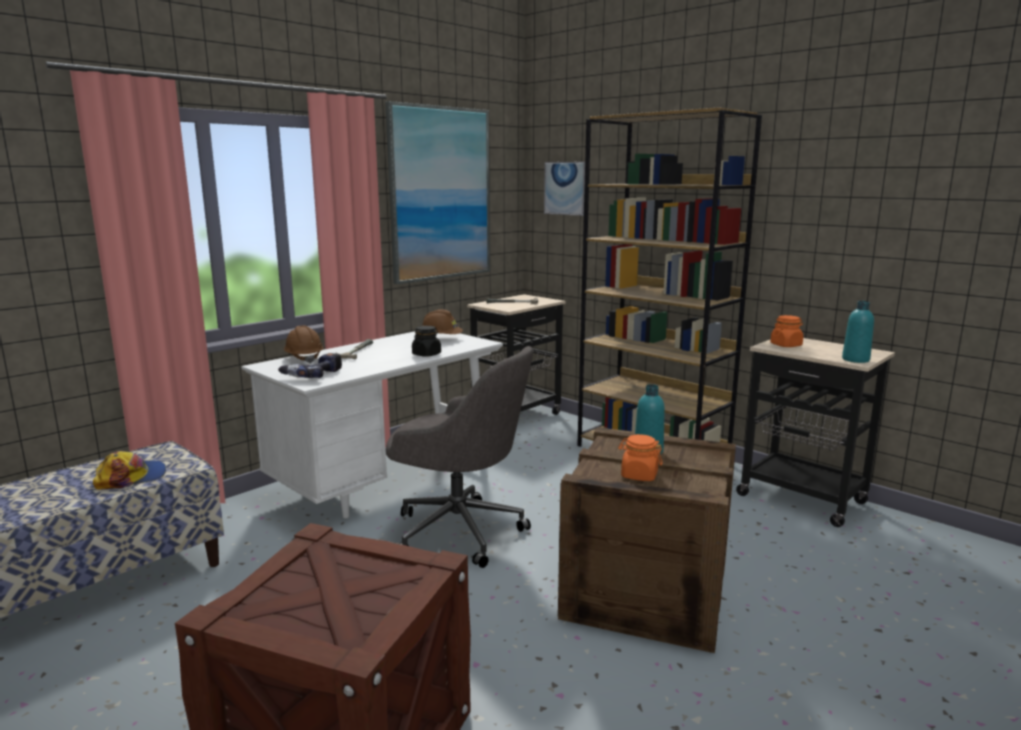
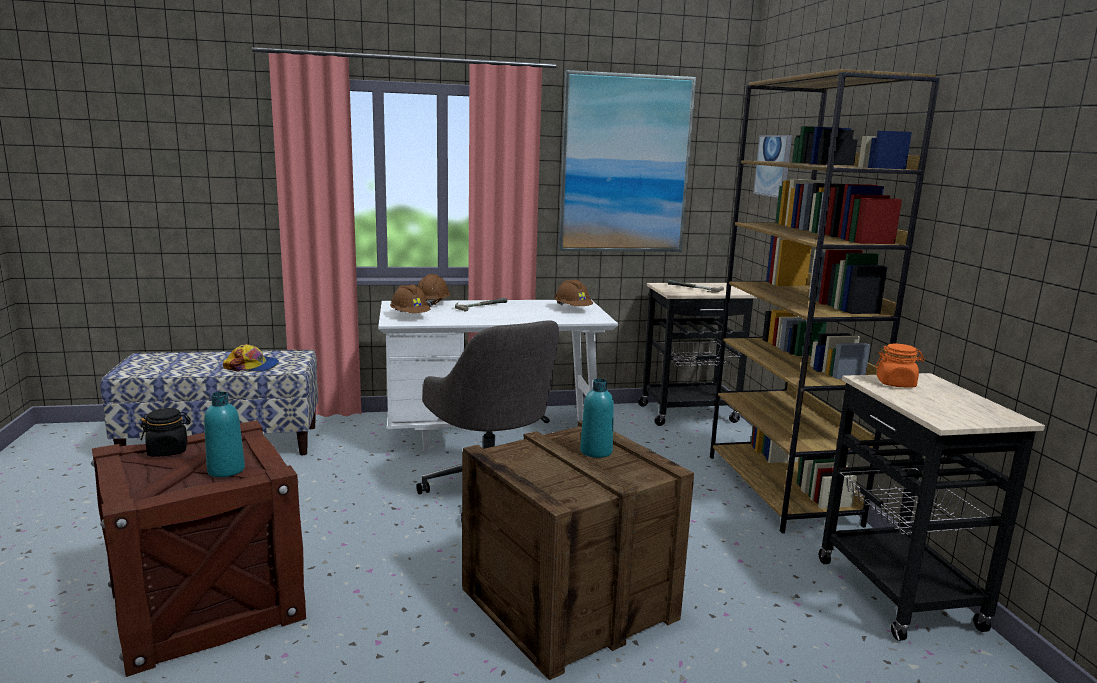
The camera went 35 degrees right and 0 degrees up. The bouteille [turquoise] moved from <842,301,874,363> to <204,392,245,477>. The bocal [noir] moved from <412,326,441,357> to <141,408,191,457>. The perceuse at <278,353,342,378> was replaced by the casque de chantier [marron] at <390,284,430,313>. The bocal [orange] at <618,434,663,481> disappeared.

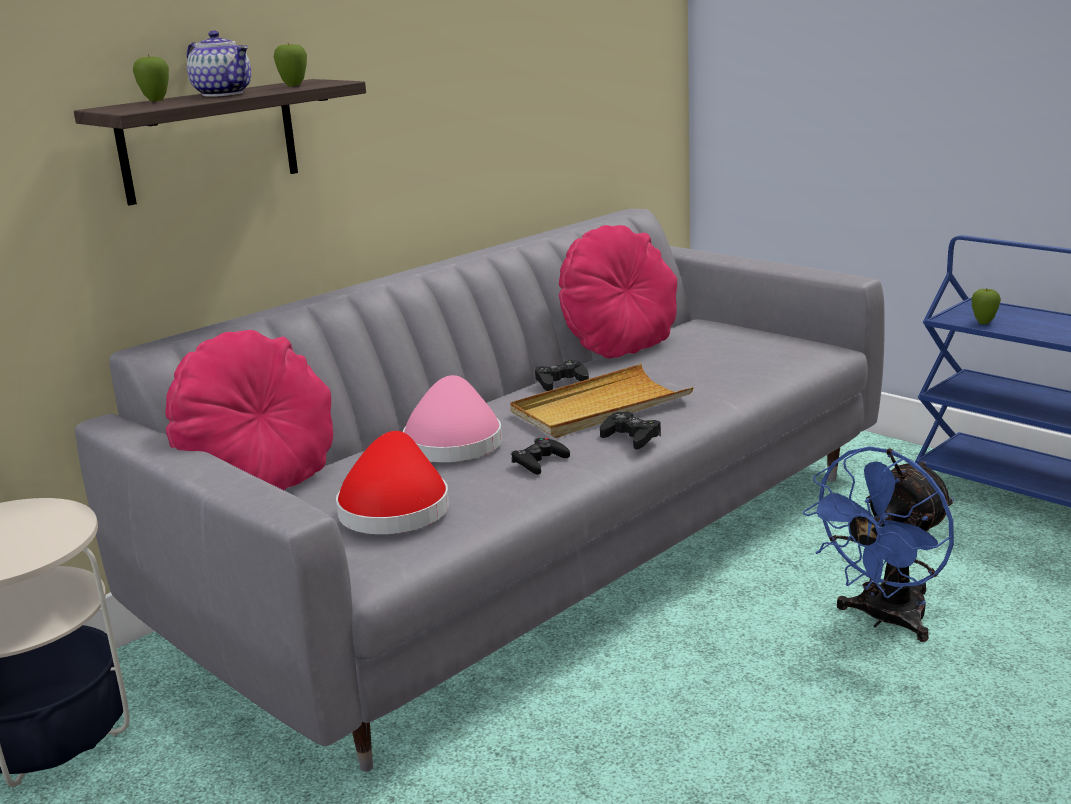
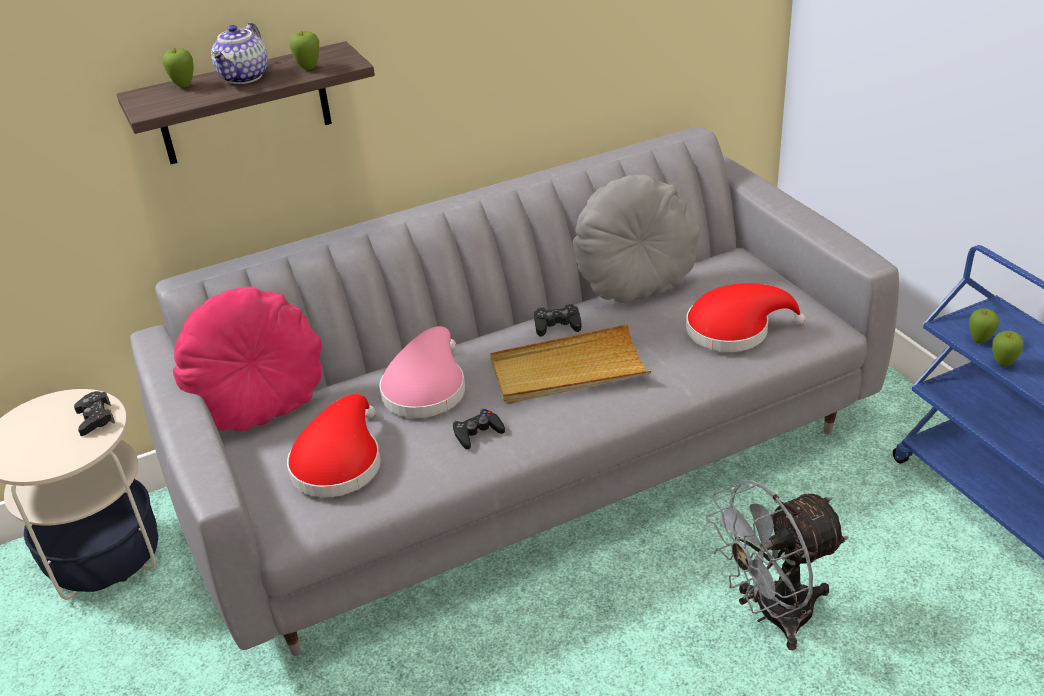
The camera went 20 degrees right and 15 degrees up. The théière at <187,31,251,97> turned 45 degrees clockwise. The coussin [rose] at <559,225,677,358> became the coussin [gris] at <573,175,700,303>. The manette [noir] moved from <600,412,661,450> to <74,391,115,436>. The ventilateur [bleu] at <803,446,954,642> became the ventilateur [gris] at <706,479,848,650>. The chapeau [rouge] at <686,283,805,352> appeared. The pomme at <992,331,1024,367> appeared.

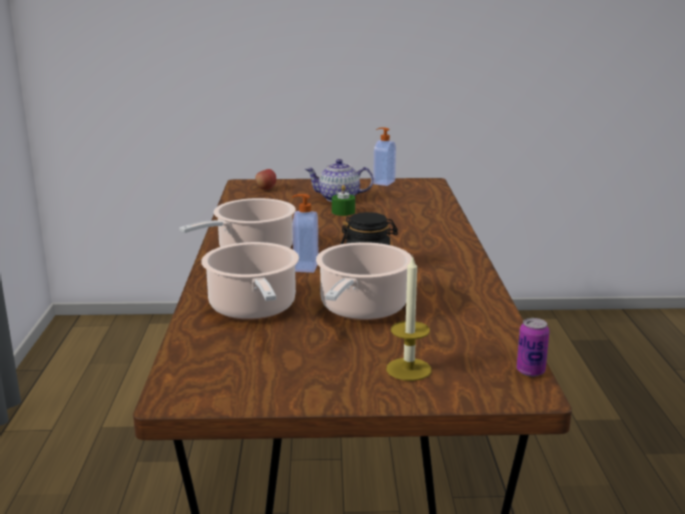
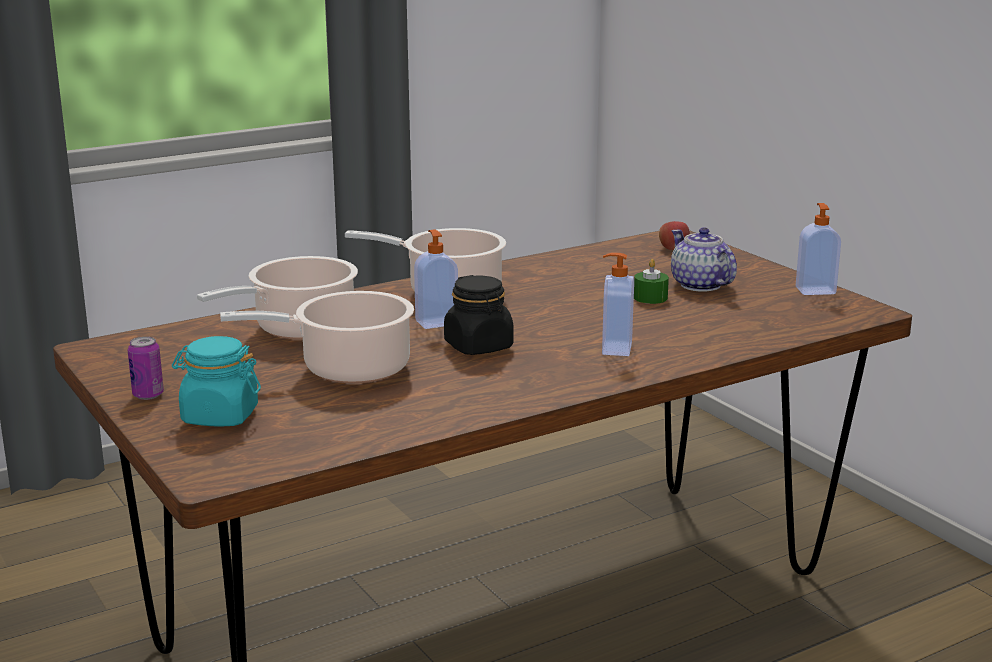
The camera went 60 degrees right and 0 degrees up. The bougie at <386,255,431,381> was replaced by the bocal [turquoise] at <172,336,261,427>. The boîte métallique moved from <516,318,549,377> to <128,337,164,400>. The distributeur de savon at <602,253,634,356> appeared.

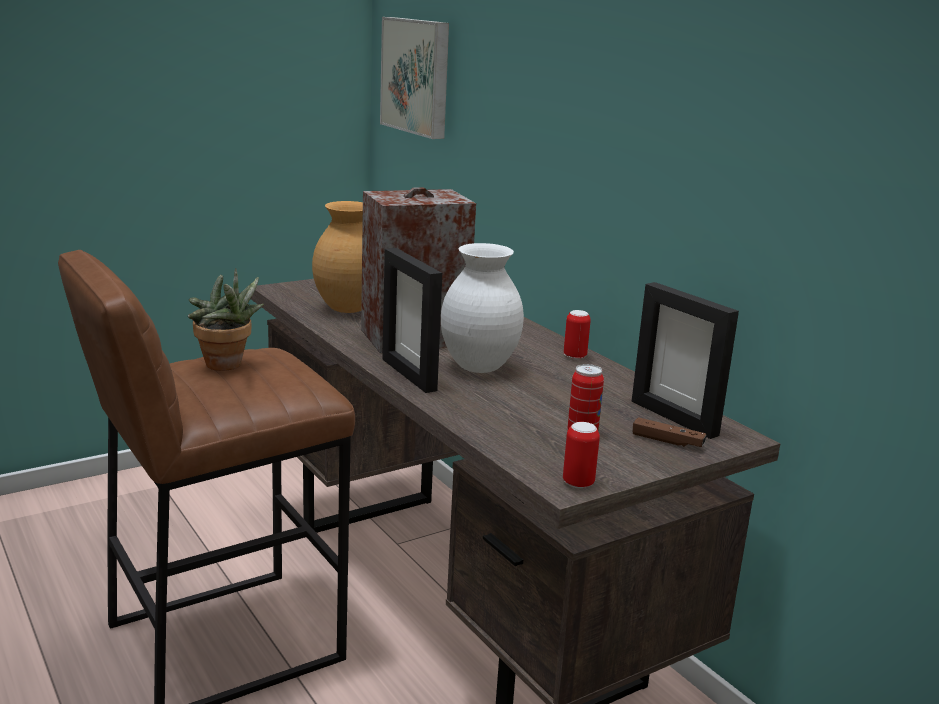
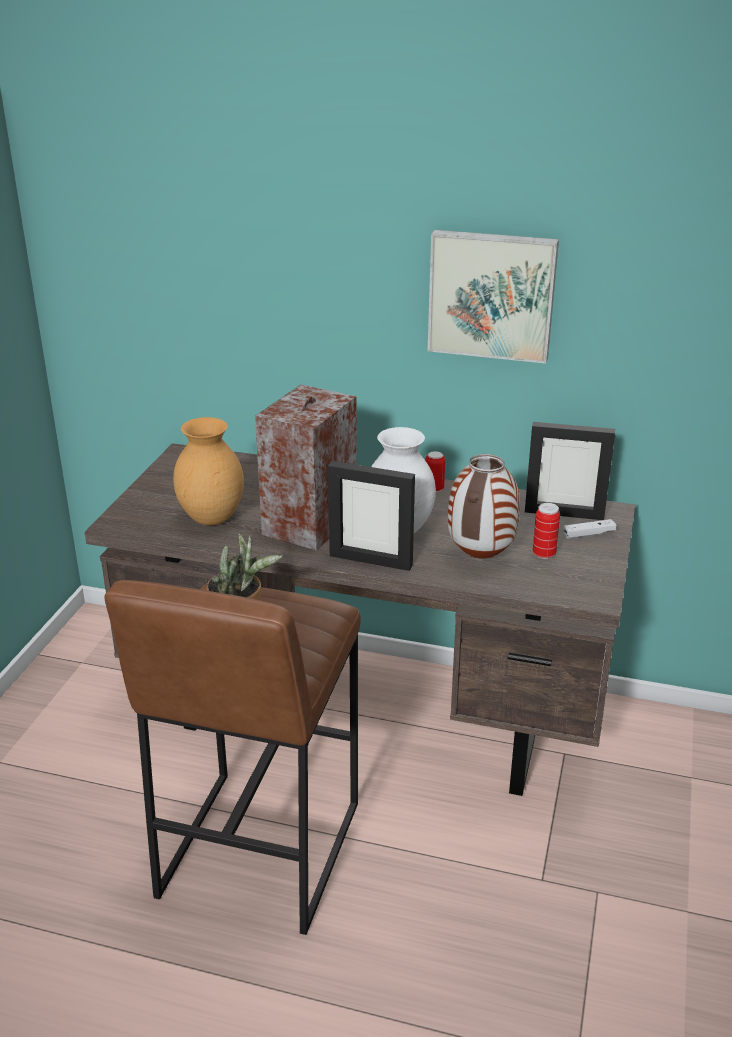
The camera went 40 degrees left and 10 degrees up. The tableau moved from <380,17,449,139> to <428,230,559,364>. The manette [marron] at <633,417,706,447> became the manette [blanc] at <563,519,616,539>. The boîte métallique at <563,422,600,488> disappeared. The vase at <448,454,520,559> appeared.

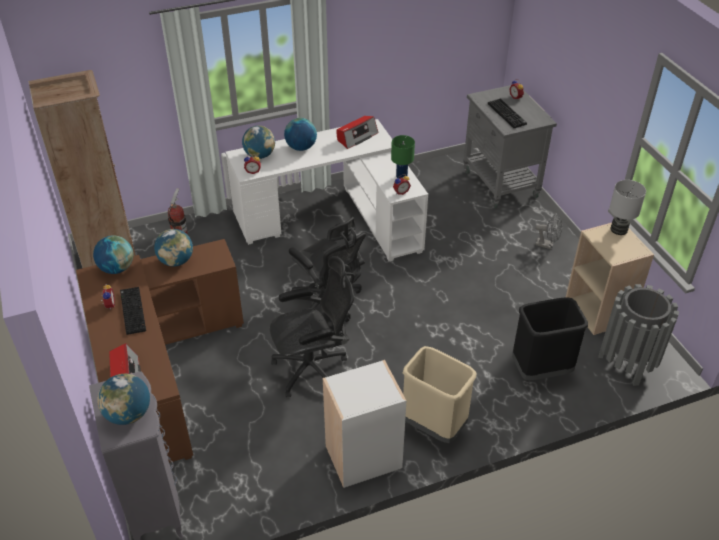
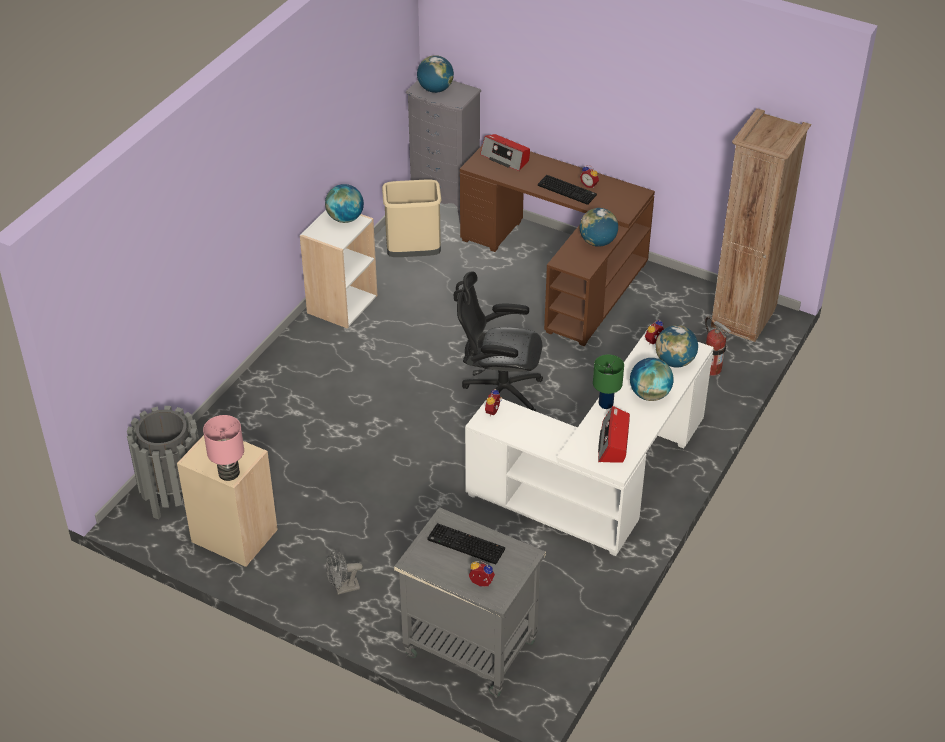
The camera went 140 degrees right and 0 degrees up. The lampe de table [vert] moved from <391,135,415,178> to <593,355,624,409>. The lampe de table [gris] at <609,180,646,235> became the lampe de table [rose] at <203,415,244,481>. The globe moved from <93,235,133,274> to <325,184,364,223>. The chaise de bureau at <270,256,354,397> disappeared. The poubelle [noir] at <512,297,588,380> disappeared. The poubelle [beige] moved from <403,346,477,443> to <382,180,442,257>.

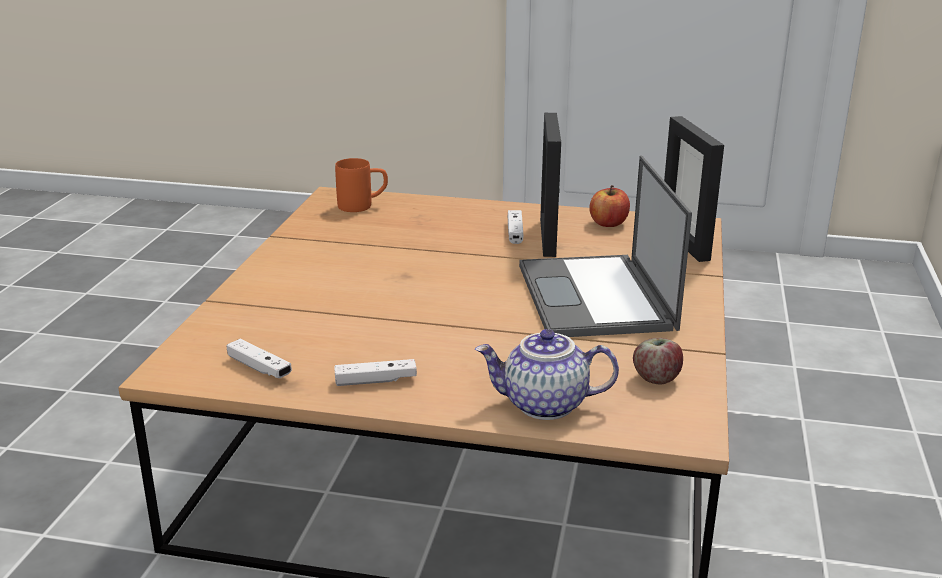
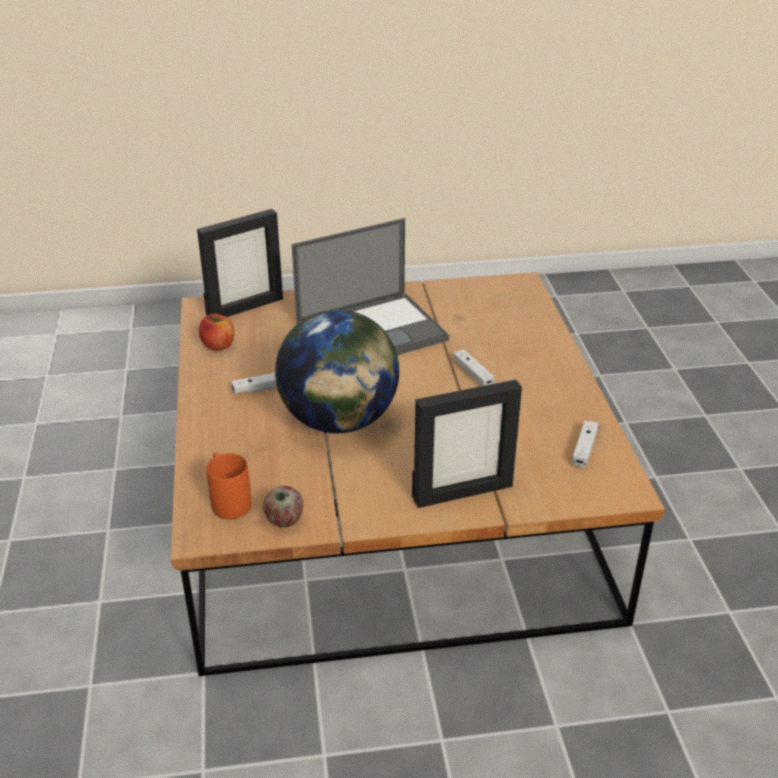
The camera went 110 degrees left and 10 degrees up. The cadre photo moved from <540,113,561,257> to <412,380,522,508>. The théière at <475,329,619,420> disappeared. The pomme moved from <633,338,683,385> to <263,486,303,527>. The manette [blanc] moved from <334,359,417,386> to <453,349,495,386>. The globe at <275,309,399,433> appeared.

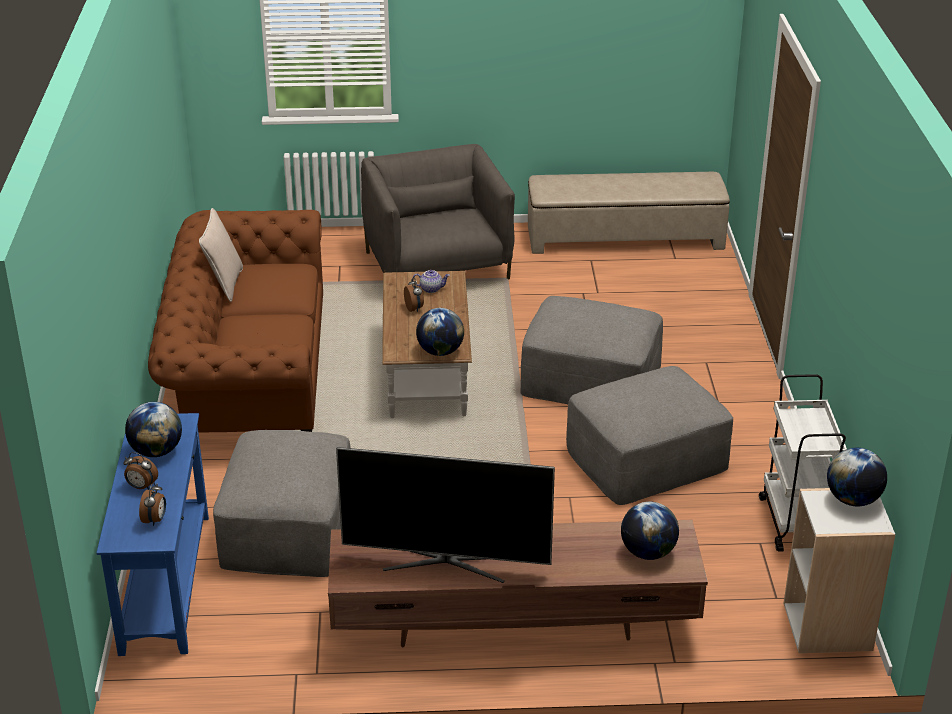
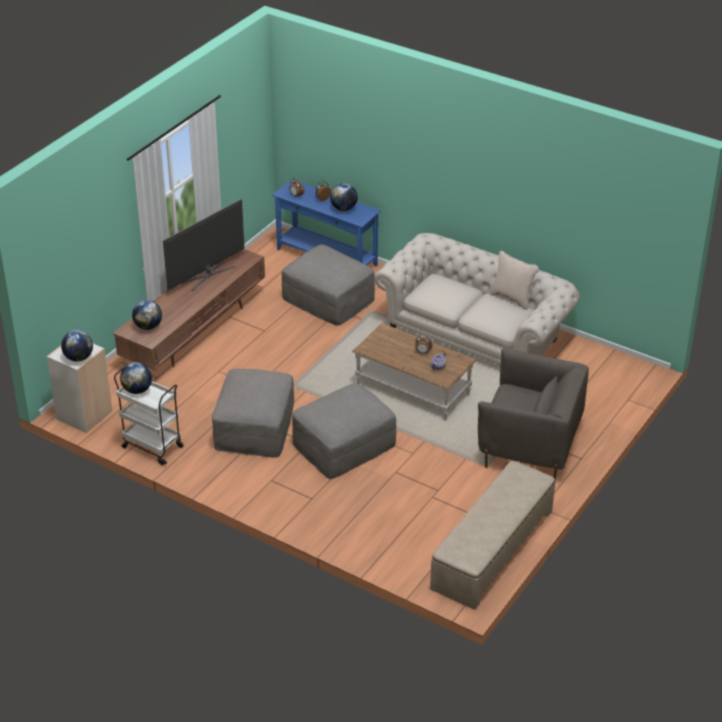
The camera went 125 degrees right and 5 degrees up. The canapé [marron] at <148,210,323,432> became the canapé [blanc] at <375,233,580,365>. The globe moved from <416,308,464,356> to <120,362,152,394>.

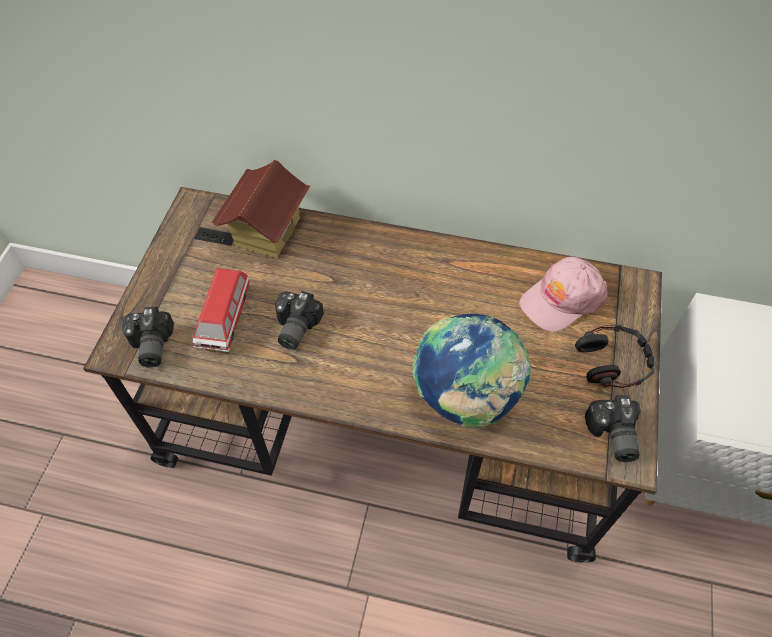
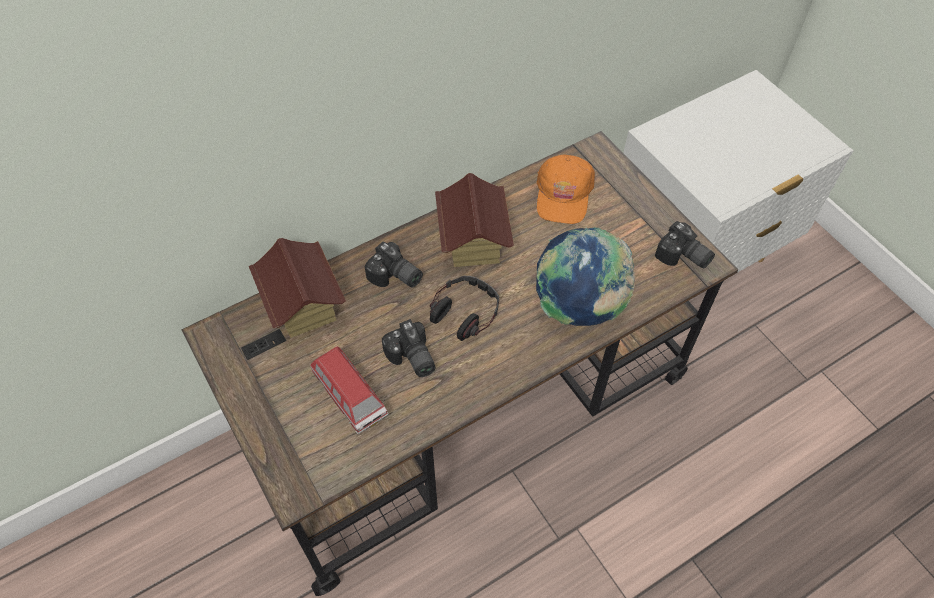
The camera went 45 degrees left and 0 degrees up. The casquette [rose] at <519,257,608,332> became the casquette [orange] at <537,155,595,224>. The appareil photo moved from <122,307,174,368> to <365,242,423,287>. The casque audio moved from <575,324,656,388> to <430,276,499,341>. The maison miniature at <435,173,514,267> appeared.

